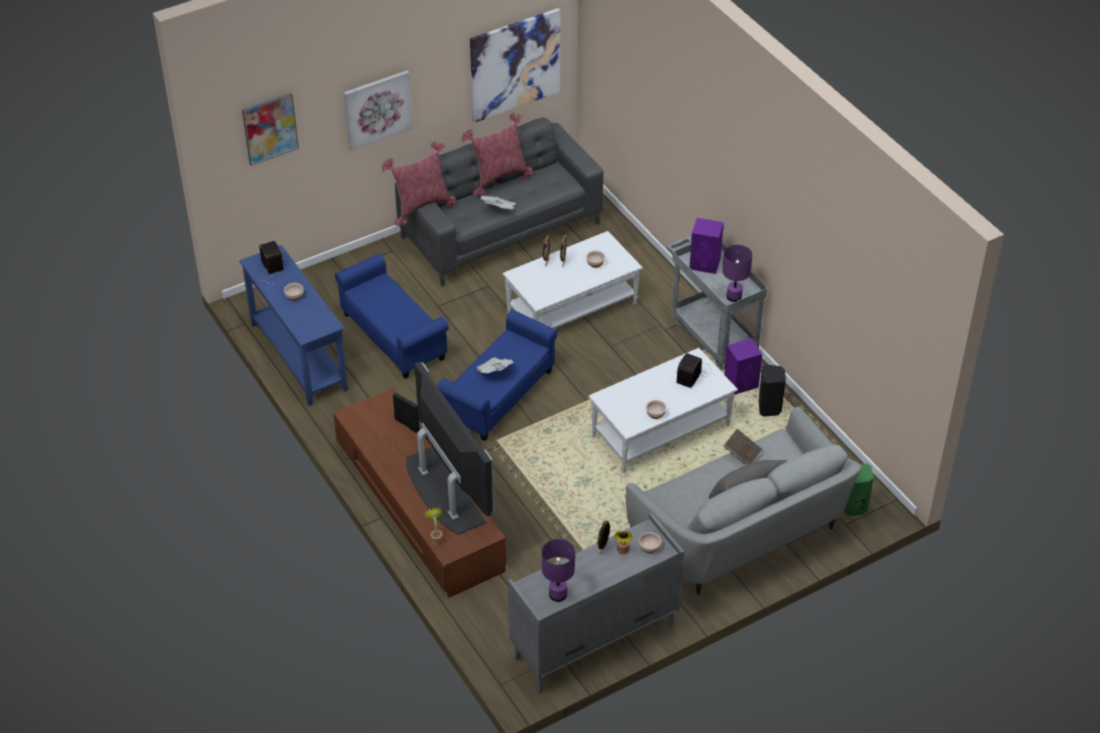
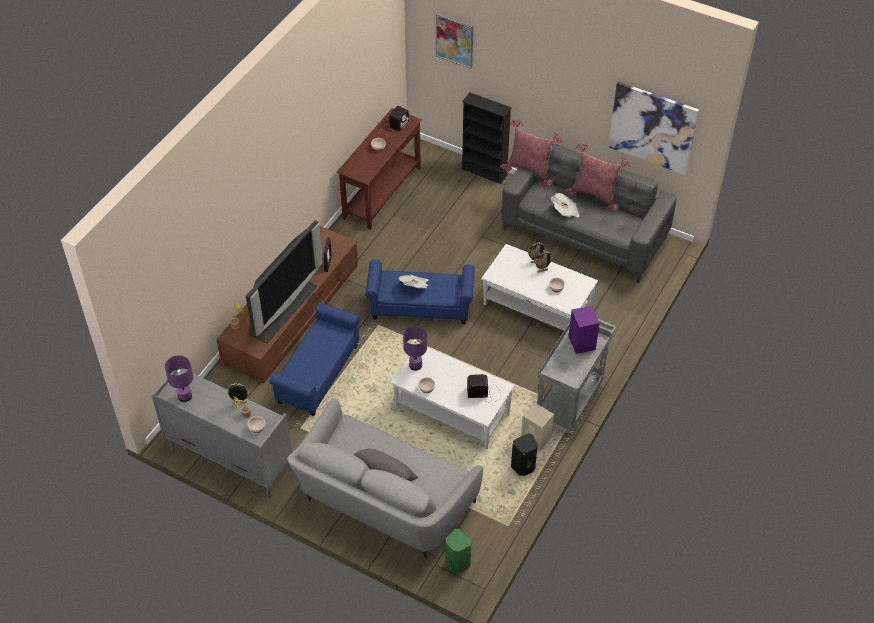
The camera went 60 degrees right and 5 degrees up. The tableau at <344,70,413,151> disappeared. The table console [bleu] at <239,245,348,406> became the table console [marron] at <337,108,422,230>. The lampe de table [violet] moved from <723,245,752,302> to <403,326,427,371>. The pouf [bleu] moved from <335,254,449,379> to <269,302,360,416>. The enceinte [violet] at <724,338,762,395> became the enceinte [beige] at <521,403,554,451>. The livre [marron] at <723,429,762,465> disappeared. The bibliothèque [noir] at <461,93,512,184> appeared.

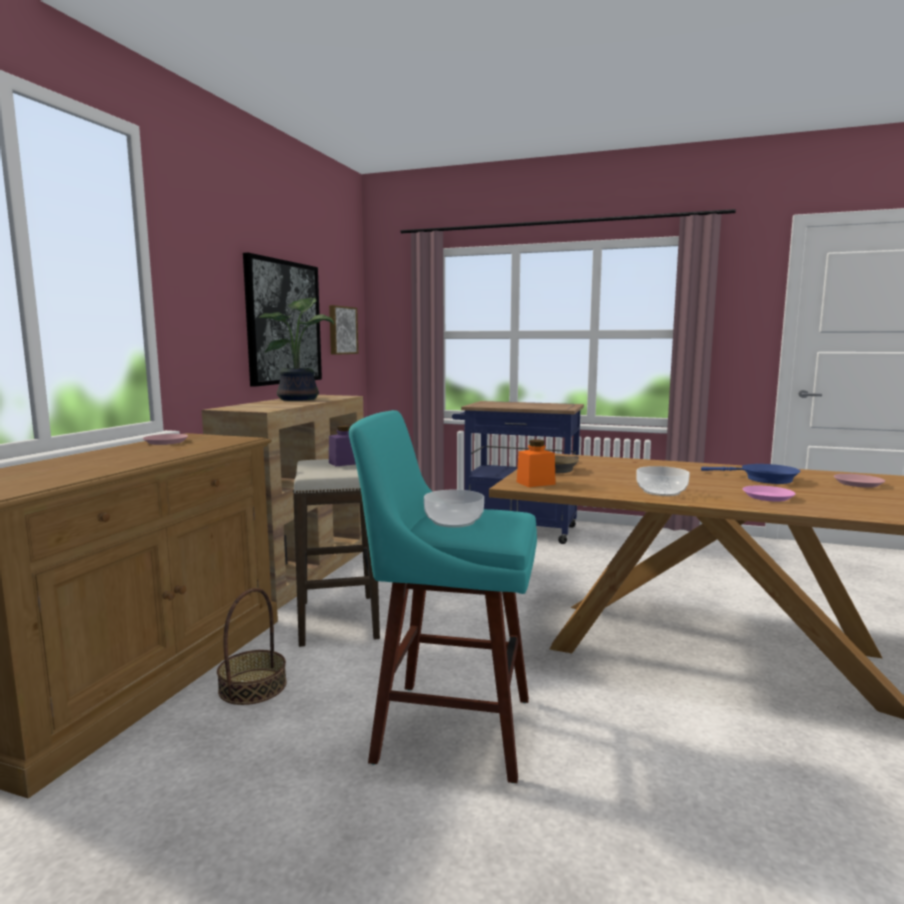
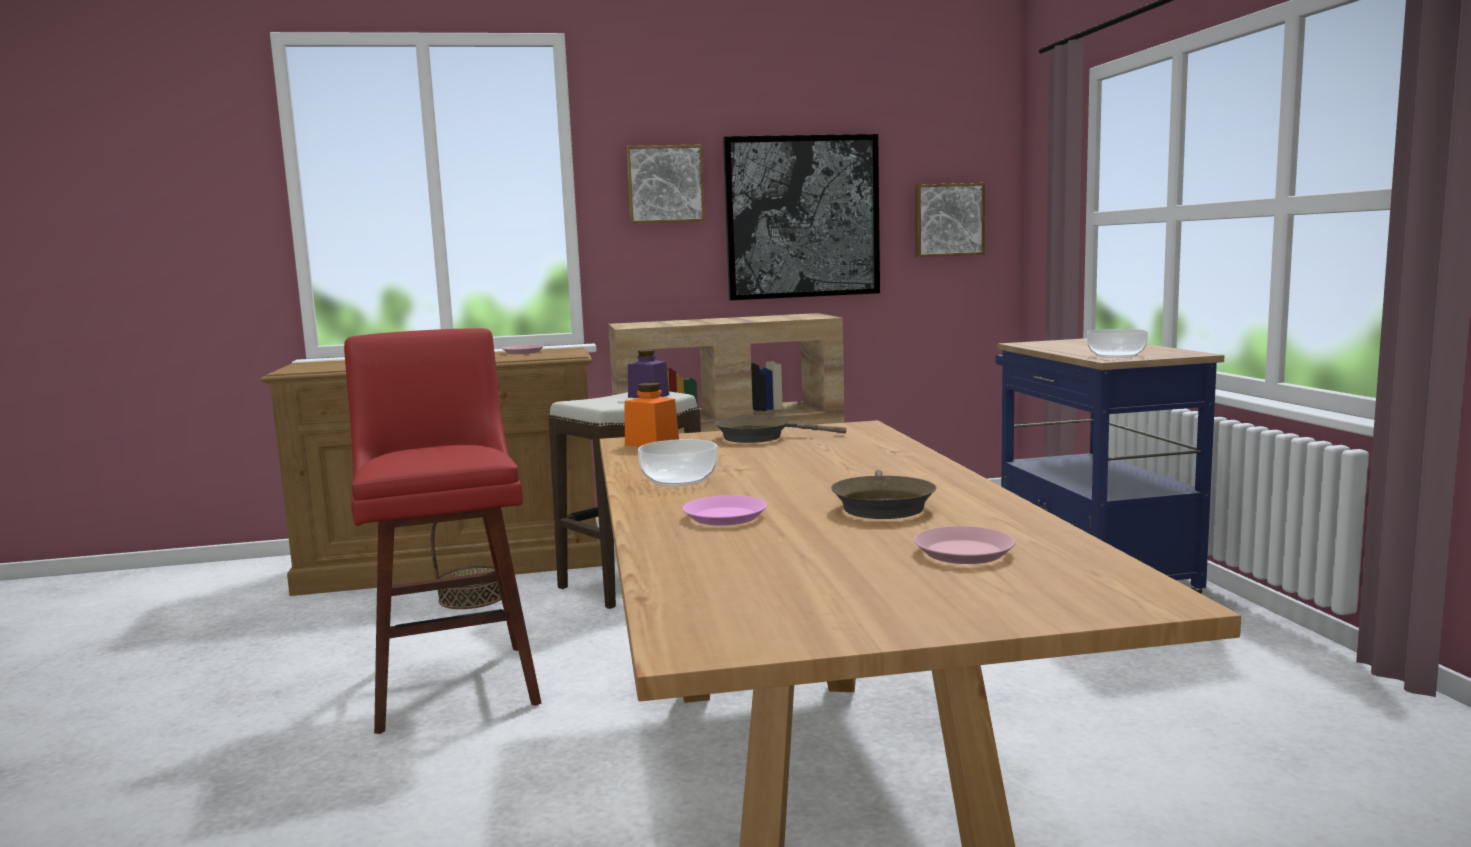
The camera went 60 degrees right and 0 degrees up. The plante en pot at <259,297,334,401> disappeared. The tabouret [turquoise] at <349,410,537,783> became the tabouret [rouge] at <344,328,541,734>. The poêle [bleu] at <701,464,801,484> became the poêle [marron] at <831,470,936,519>. The bol moved from <424,490,484,528> to <1087,329,1148,358>. The tableau at <626,144,705,224> appeared.

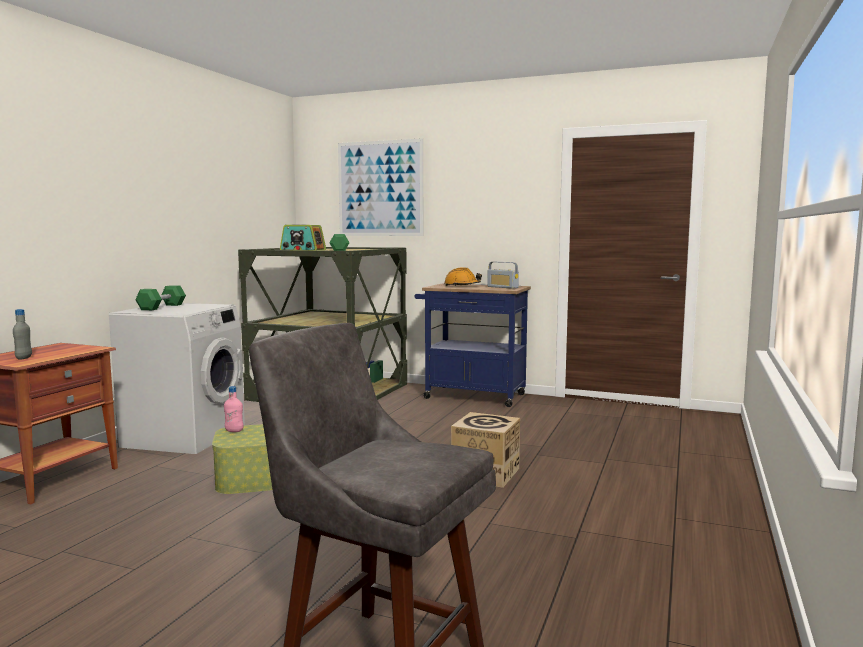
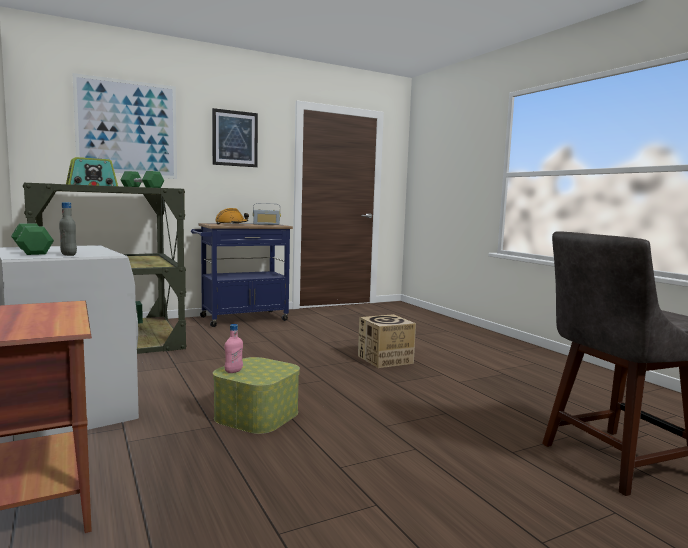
The camera went 50 degrees left and 0 degrees up. The bouteille [gris] moved from <13,309,32,360> to <59,202,77,256>. The tableau at <212,108,258,167> appeared.

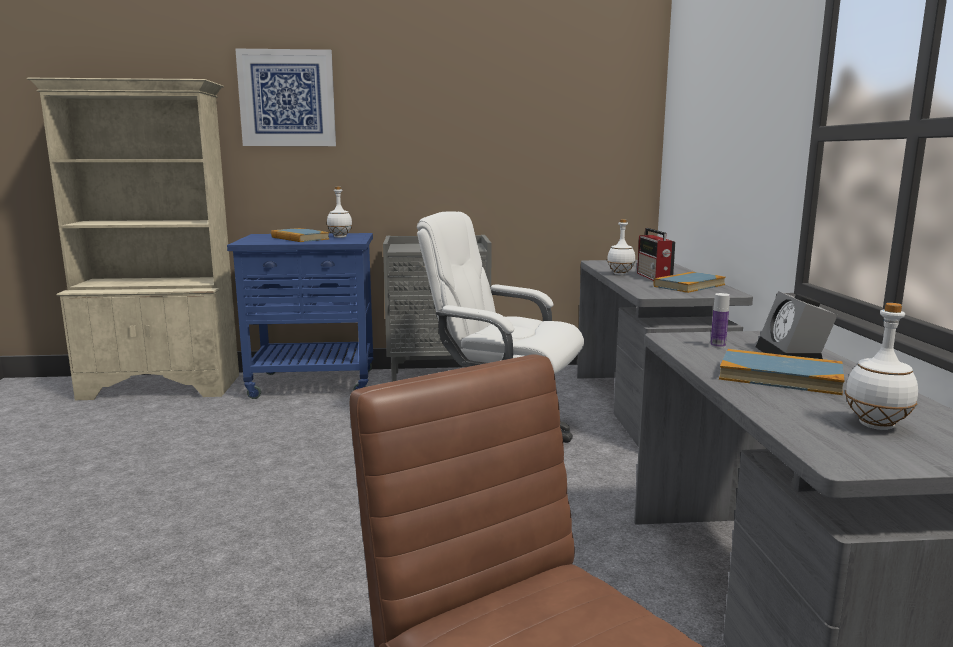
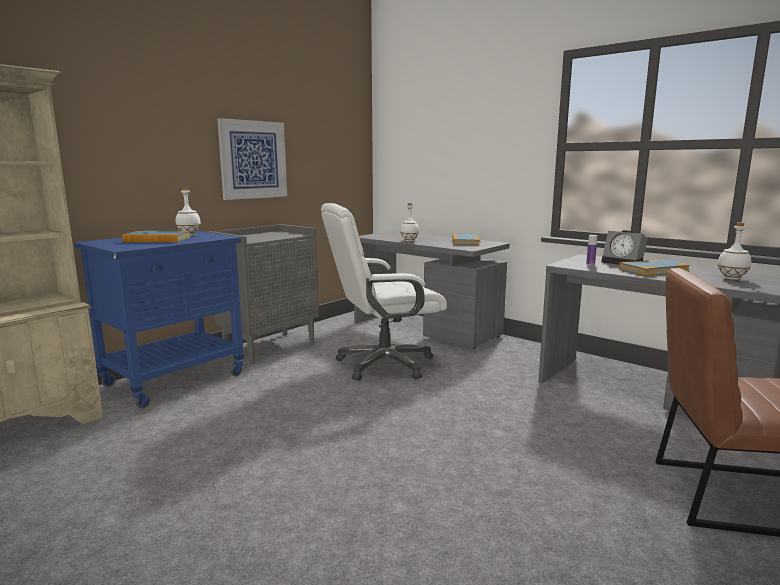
The camera went 45 degrees left and 0 degrees up. The tableau moved from <235,49,336,146> to <217,118,287,200>. The radio at <637,228,675,281> disappeared.

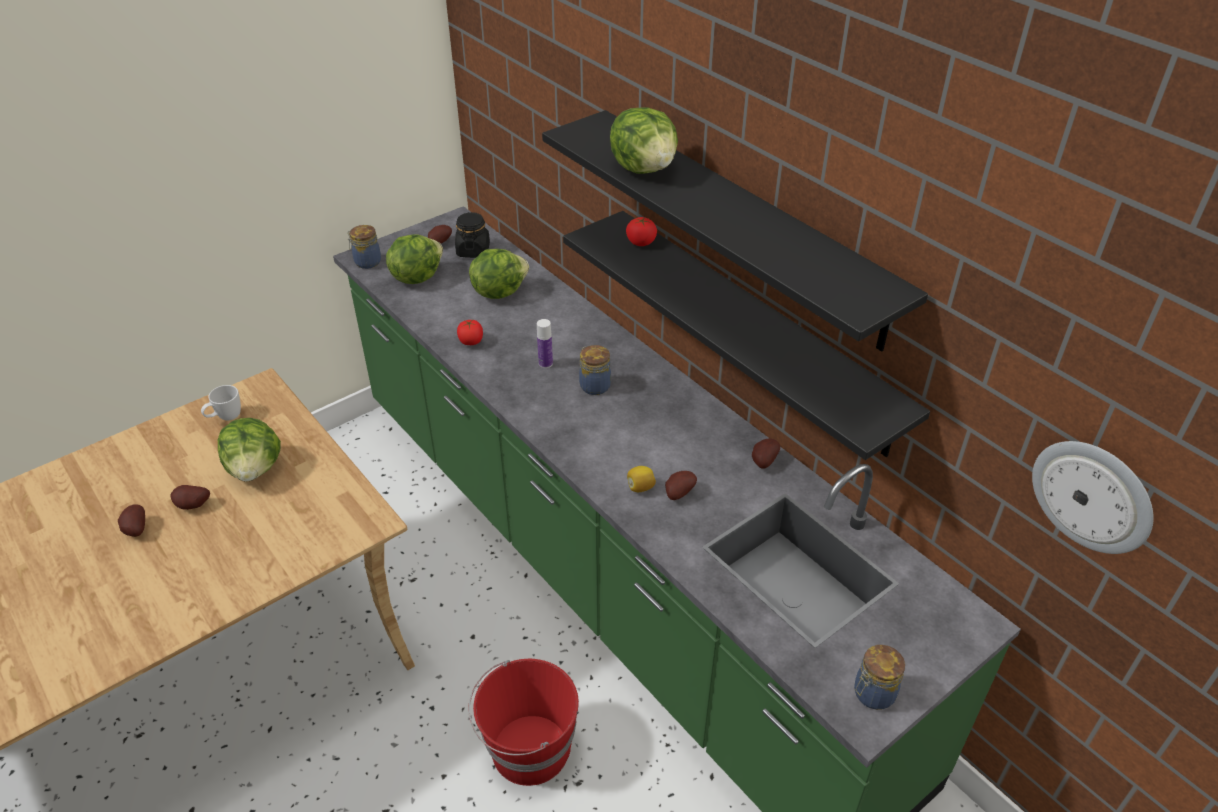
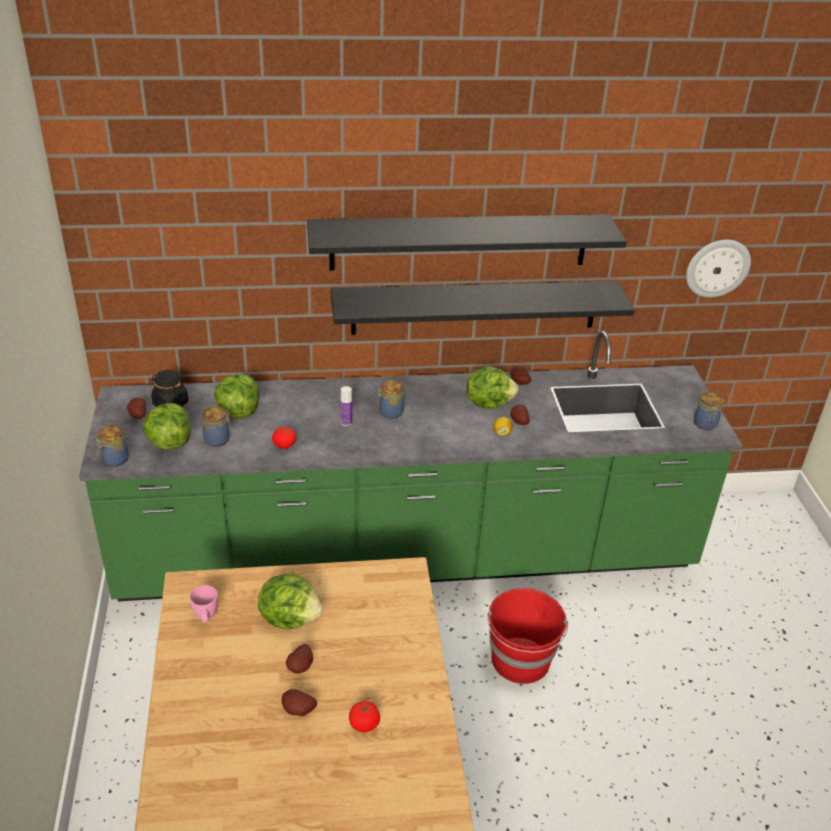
The camera went 60 degrees left and 5 degrees down. The laitue moved from <610,108,678,174> to <466,366,519,409>. The tomate moved from <626,217,657,246> to <349,701,380,732>. The mug [blanc] at <201,385,241,421> became the mug [rose] at <189,585,218,623>. The bocal at <202,406,231,447> appeared.

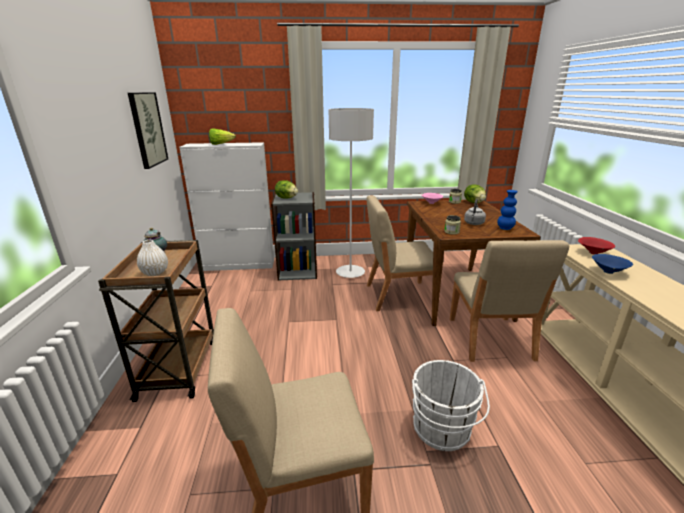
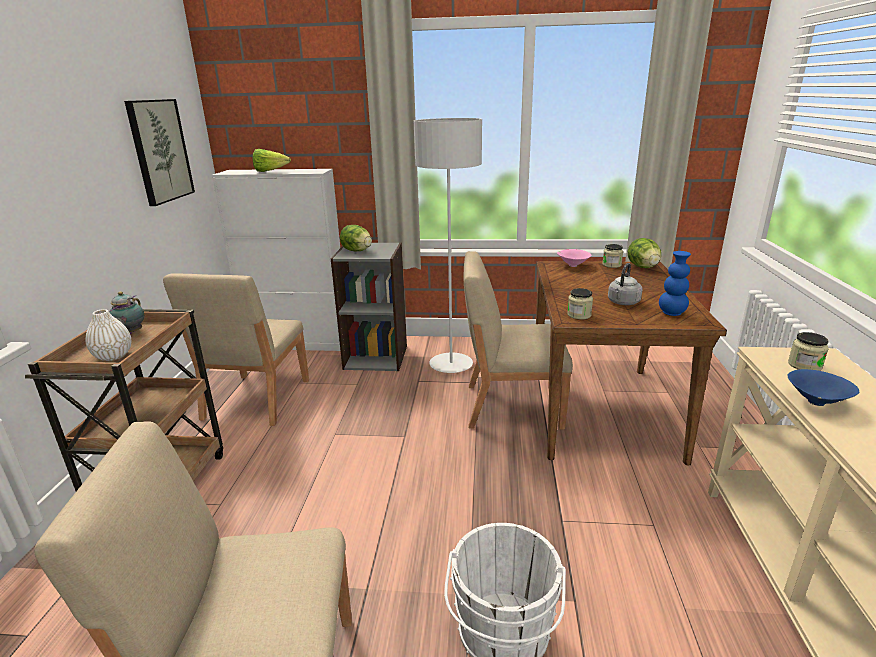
The camera went 10 degrees right and 0 degrees up. The bol [rouge] at <578,237,615,255> was replaced by the bocal at <788,332,829,371>. The chaise [beige] moved from <450,240,569,362> to <163,274,309,426>.

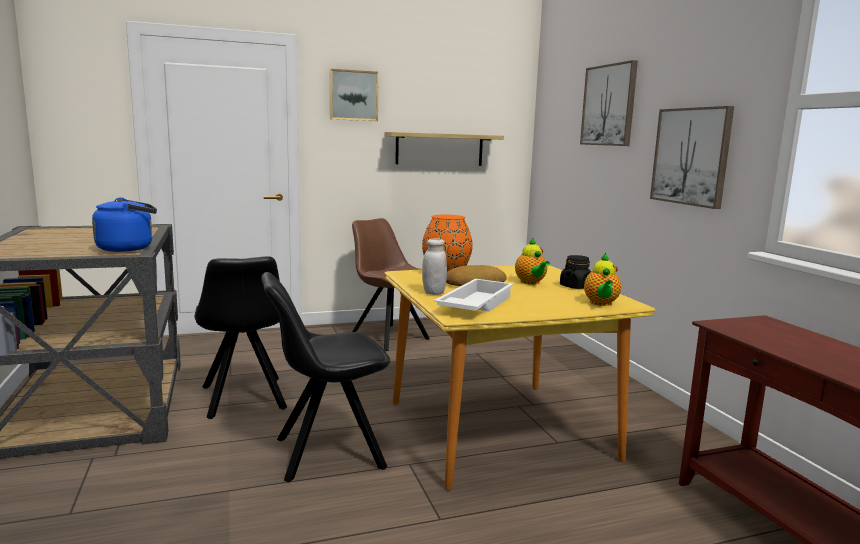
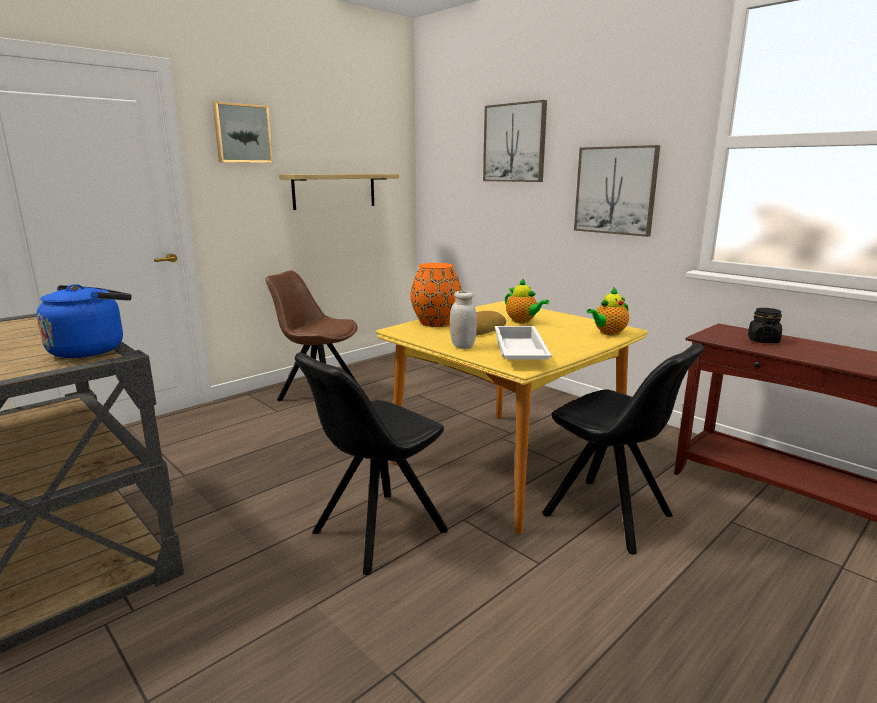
The camera went 25 degrees left and 5 degrees up. The théière at <584,253,621,306> turned 75 degrees clockwise. The bocal [noir] moved from <560,255,591,289> to <748,308,782,343>. The chaise [noir] moved from <194,256,287,419> to <542,343,704,554>.

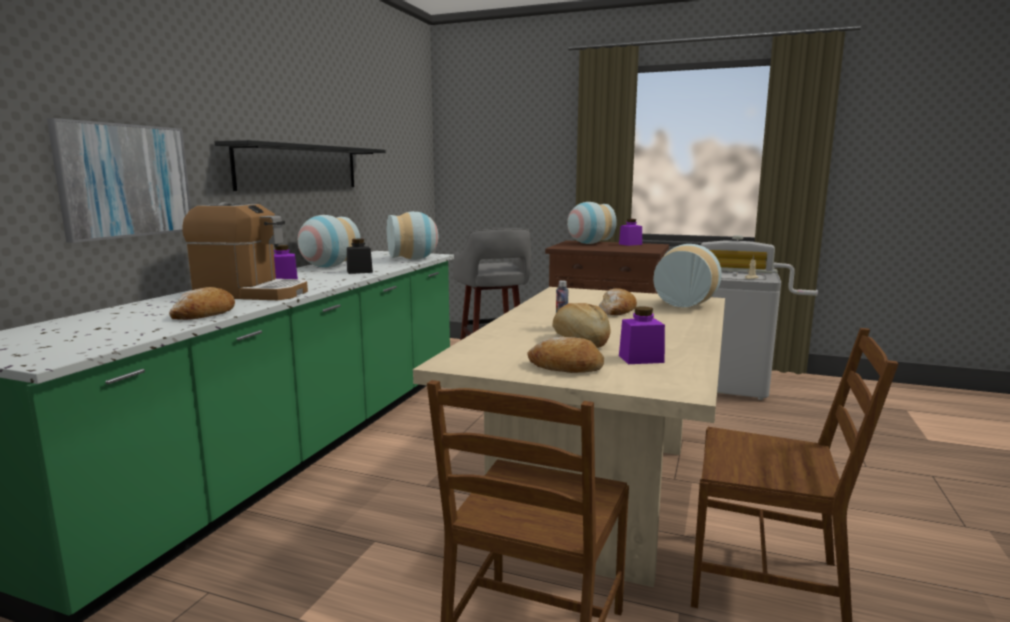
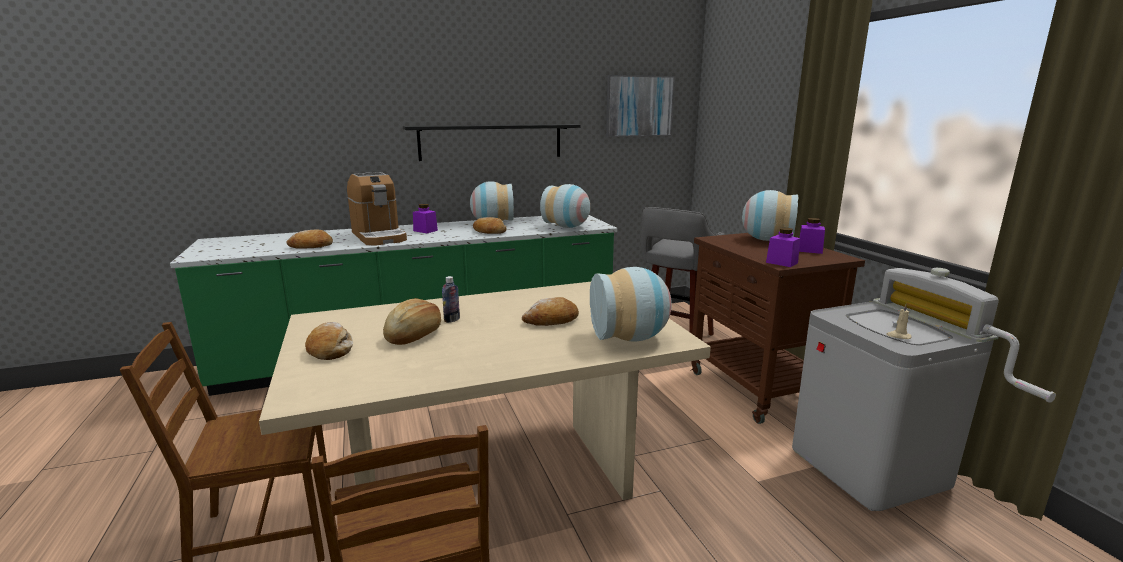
The camera went 50 degrees right and 5 degrees up. The tableau moved from <47,118,191,243> to <606,75,675,137>. The bocal [noir] at <347,239,373,274> was replaced by the pain at <473,217,507,234>. The bocal [violet] moved from <619,306,665,364> to <766,227,800,267>.

